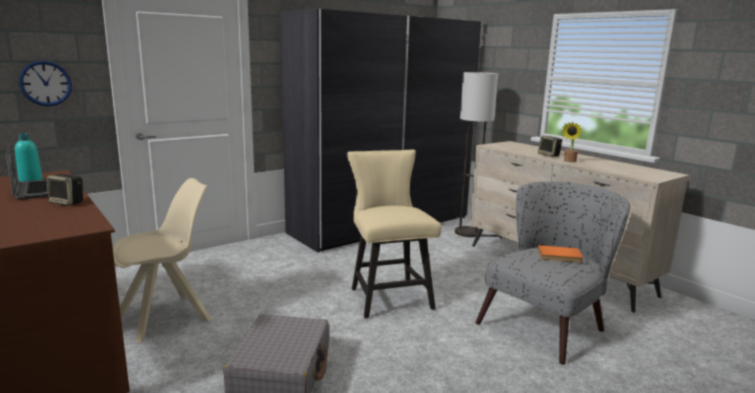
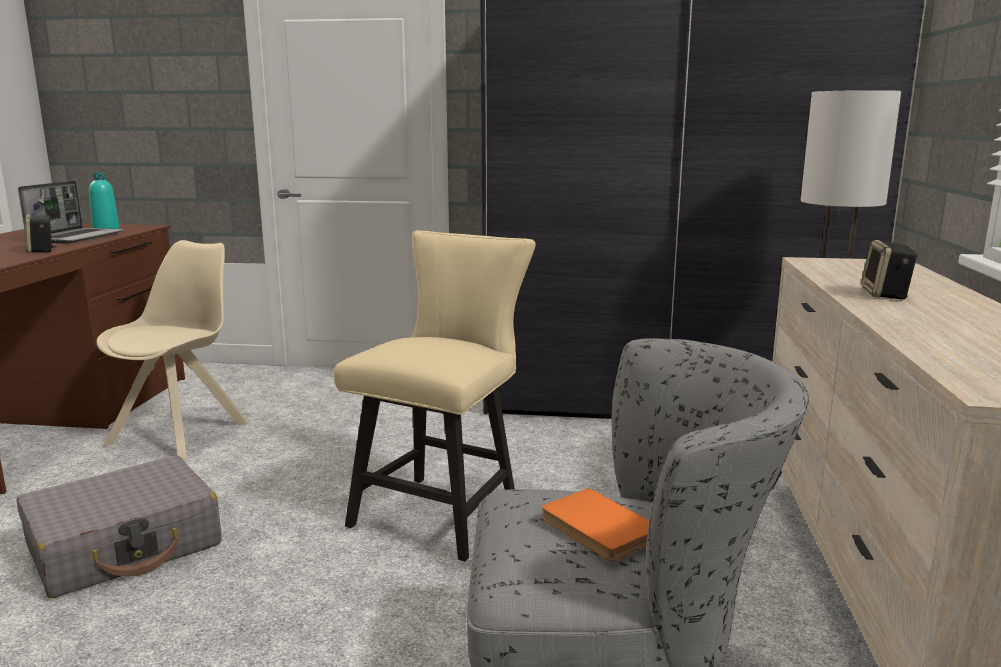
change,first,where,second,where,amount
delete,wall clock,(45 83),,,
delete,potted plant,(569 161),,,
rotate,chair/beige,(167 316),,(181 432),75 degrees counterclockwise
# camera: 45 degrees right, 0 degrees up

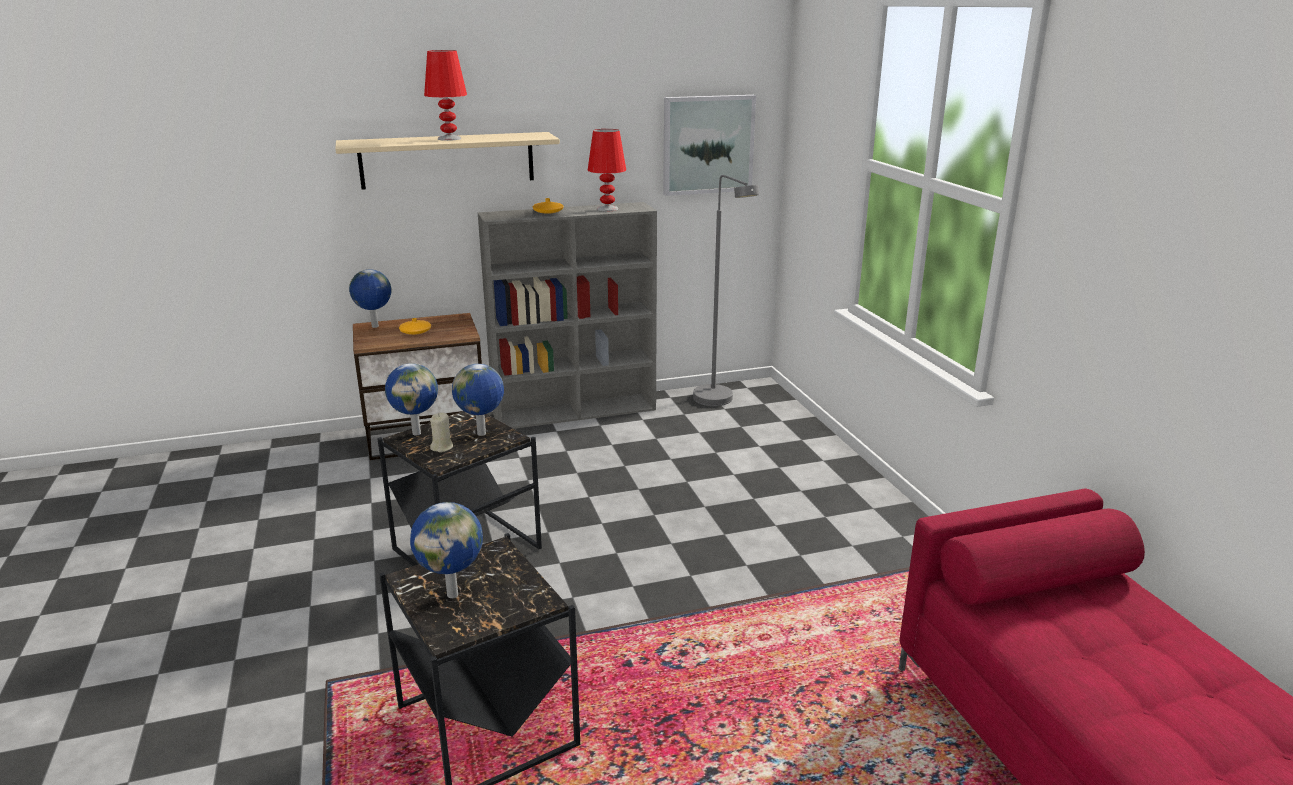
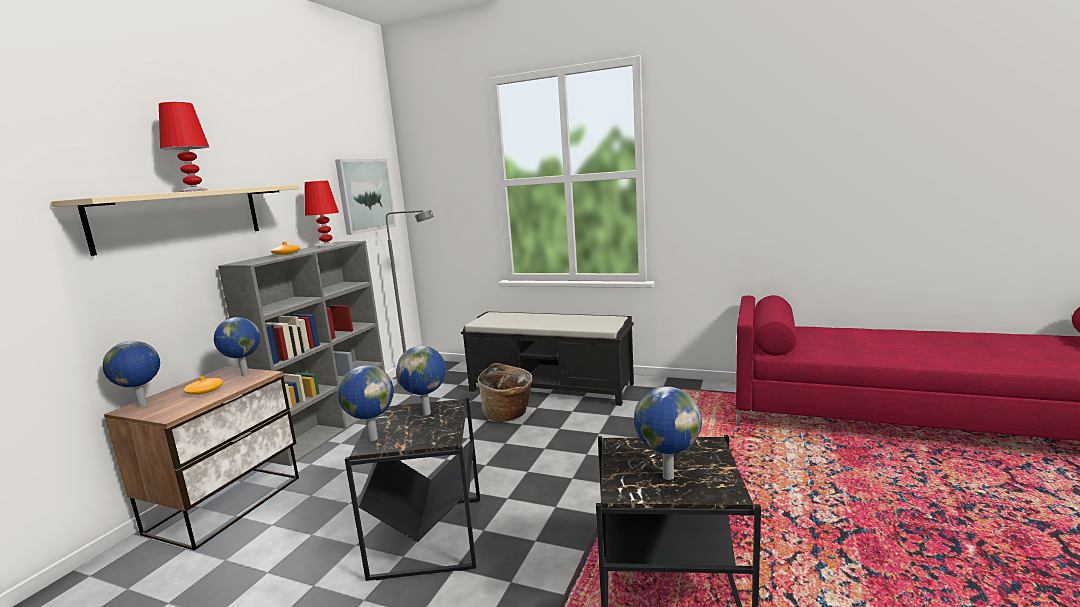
change,first,where,second,where,amount
delete,candle/beige,(442 447),,,
insert,,,globe,(244 375),
insert,,,bench/black,(552 387),
insert,,,basket,(508 415),
# camera: 50 degrees left, 10 degrees down

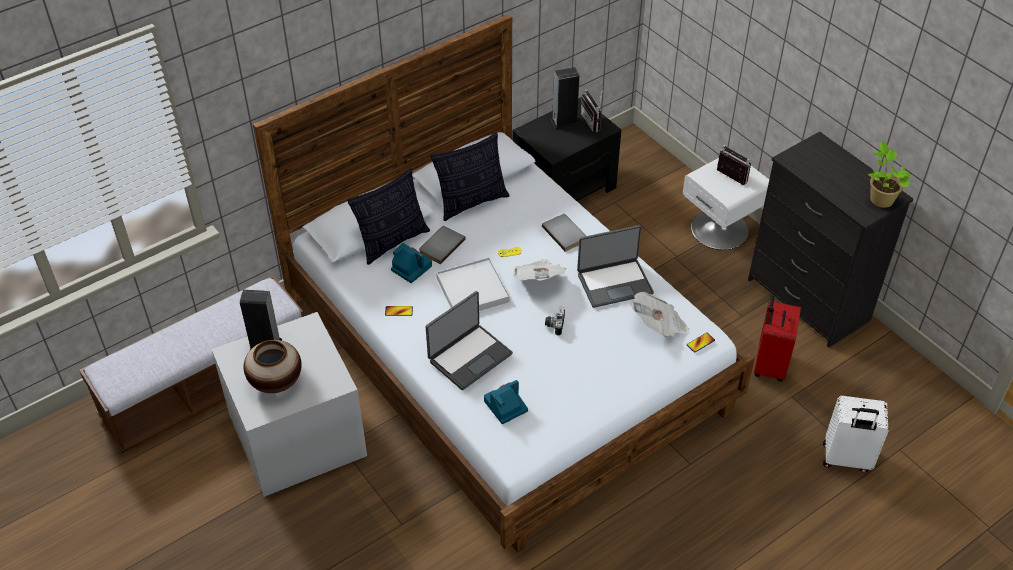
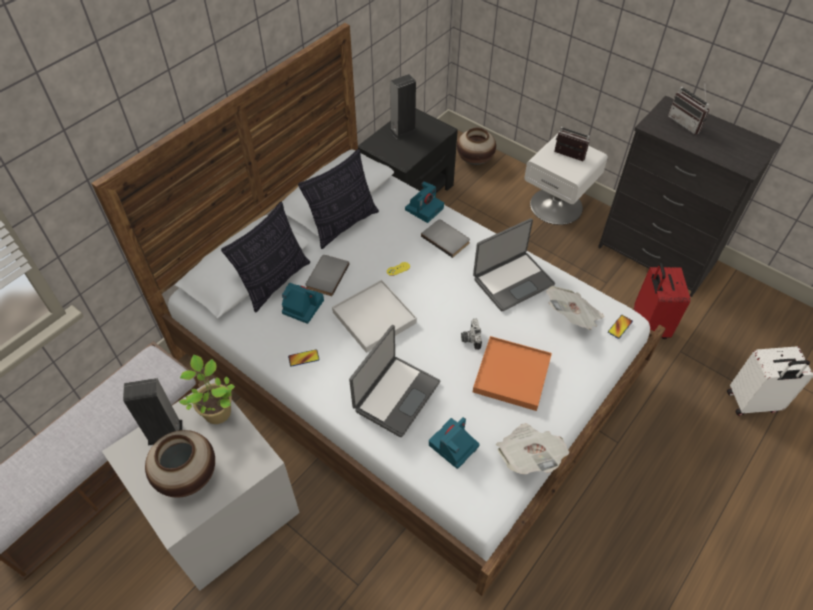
change,first,where,second,where,amount
insert,,,photo camera,(424 208),
insert,,,vase,(474 160),
insert,,,tray/orange,(511 375),
move,newspaper,(539 280),,(528 456),
move,radio,(594 122),,(687 123),
move,potted plant,(880 198),,(216 411),
# camera: 15 degrees left, 5 degrees up

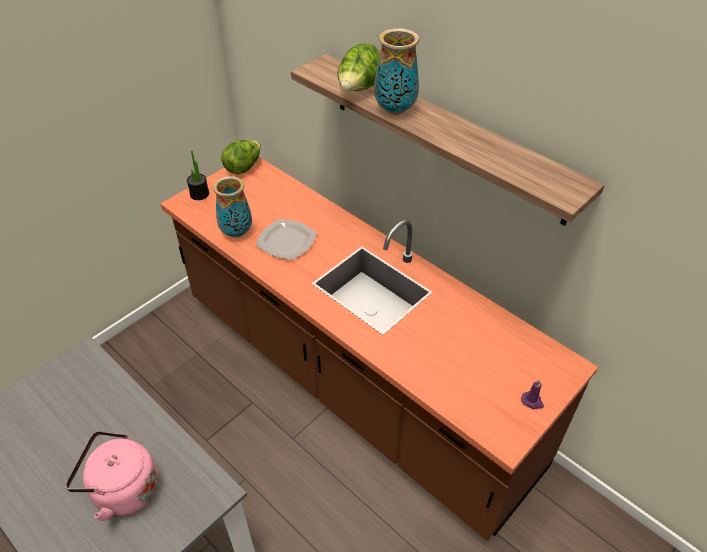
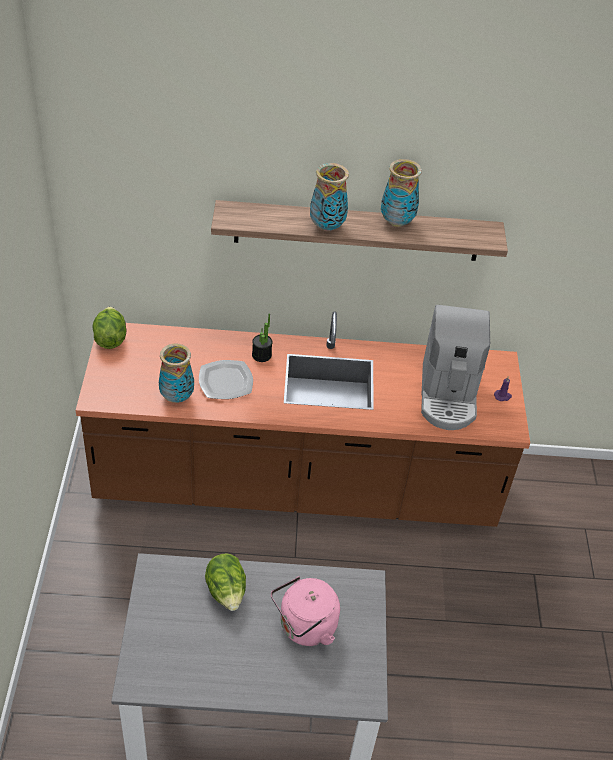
change,first,where,second,where,amount
insert,,,vase,(396 221),
insert,,,coffee machine,(448 395),
move,potted plant,(199 194),,(261 355),
move,lettuce,(359 89),,(226 592),
# camera: 45 degrees left, 0 degrees up

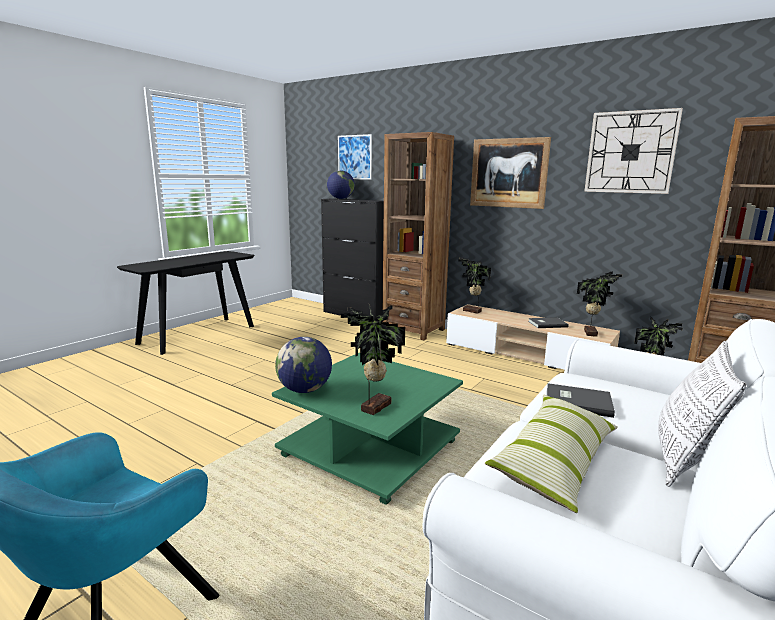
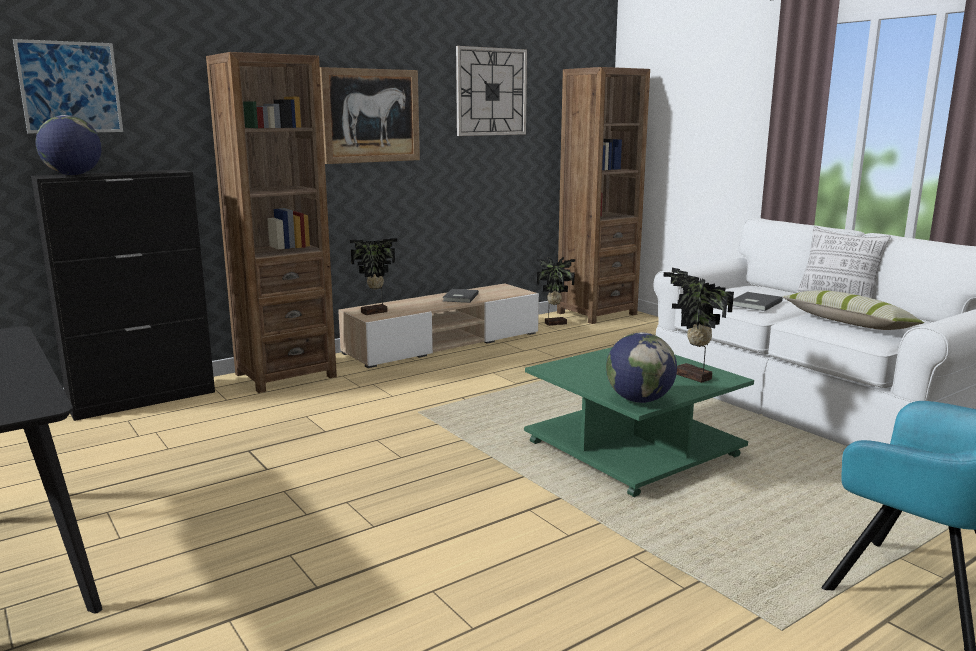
change,first,where,second,where,amount
delete,potted plant,(592 333),,,
# camera: 70 degrees left, 0 degrees up

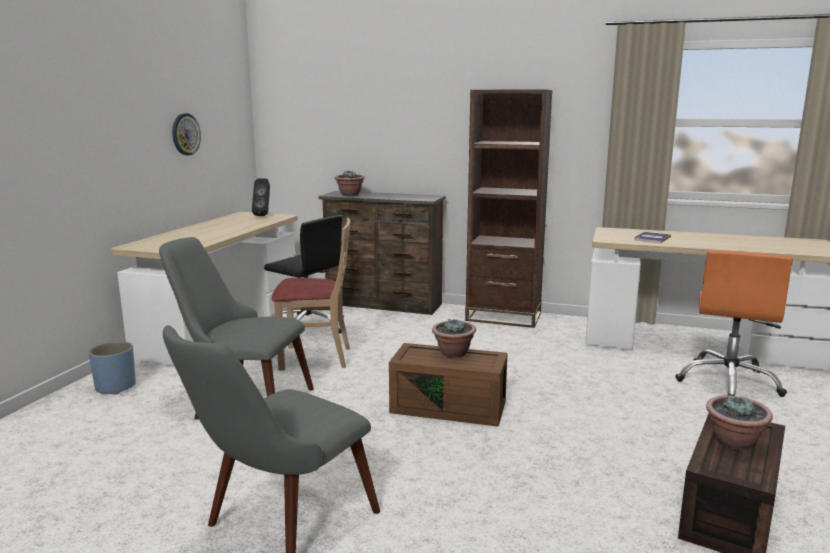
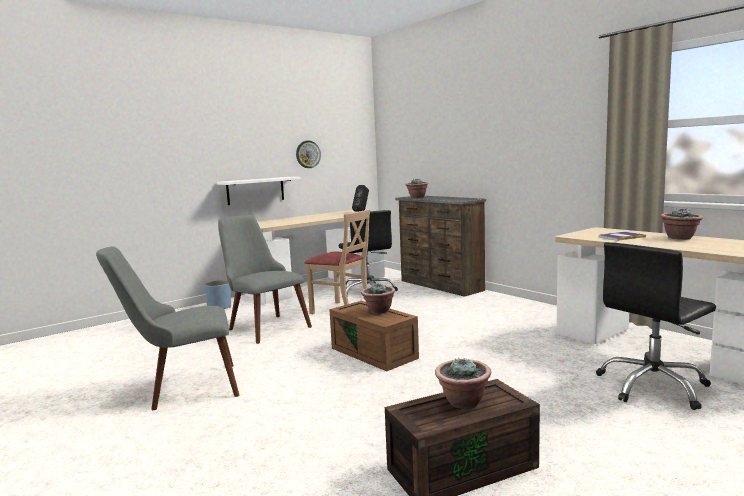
change,first,where,second,where,amount
delete,bookcase/brown,(503 317),,,
insert,,,shelf/white,(255 190),
insert,,,potted plant,(680 238),
recolor,office chair/orange,(729 382),office chair/black,(653 386),
# camera: 35 degrees right, 5 degrees down

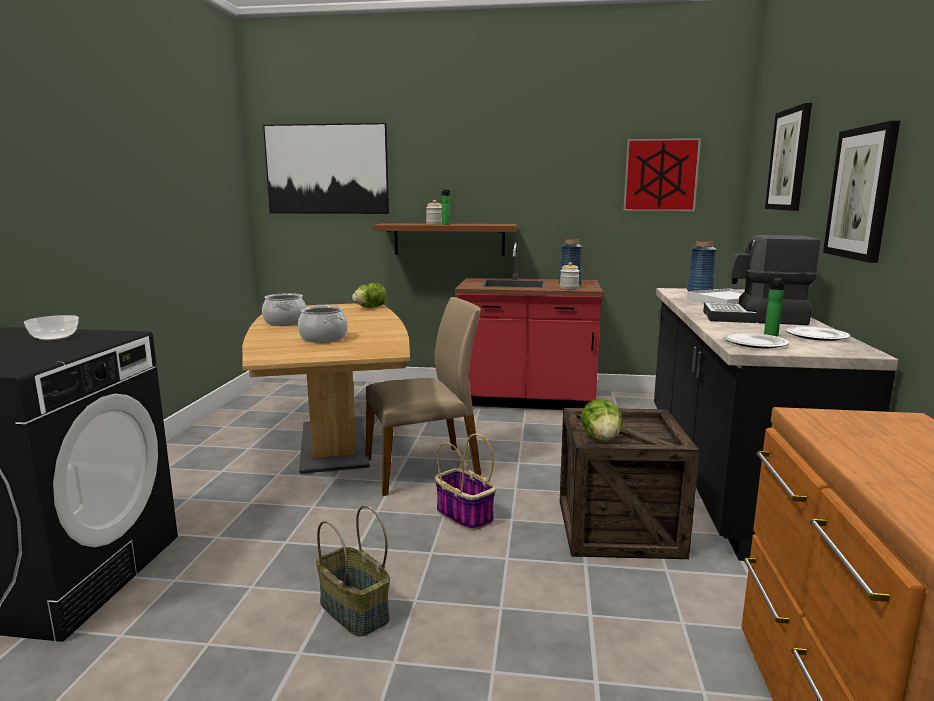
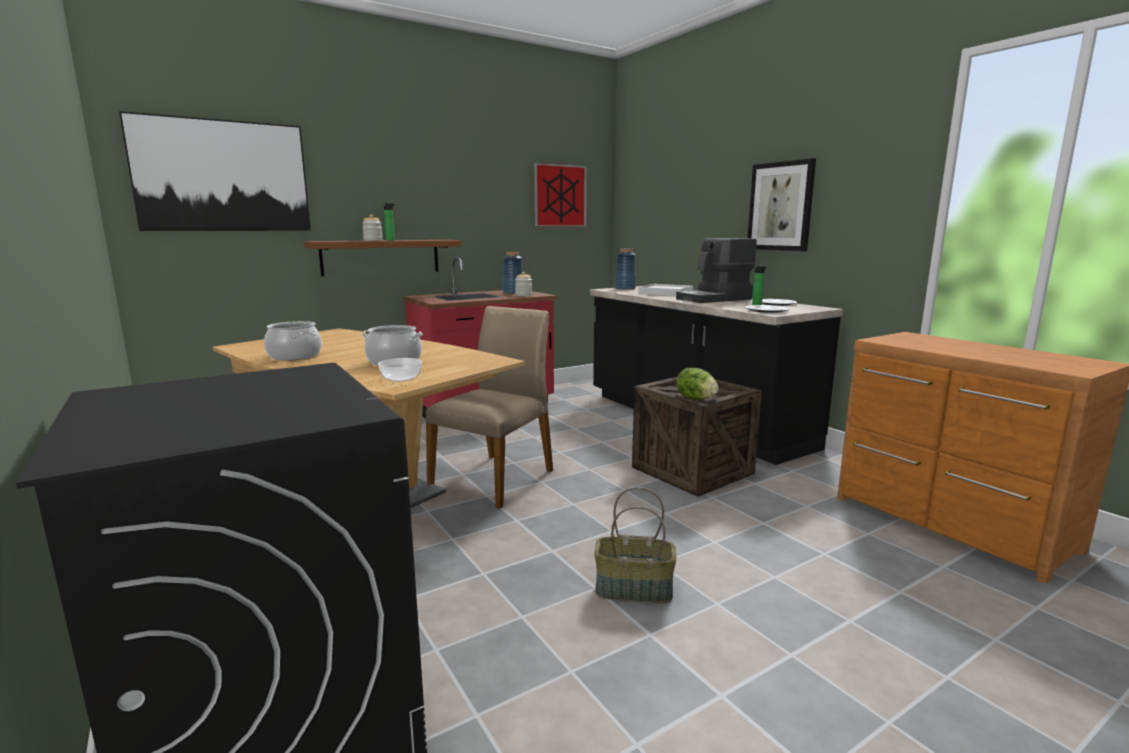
change,first,where,second,where,amount
delete,lettuce,(370 307),,,
delete,basket,(463 515),,,
delete,picture,(789 160),,,
move,bowl,(54 337),,(400 378),
# camera: 40 degrees left, 0 degrees up

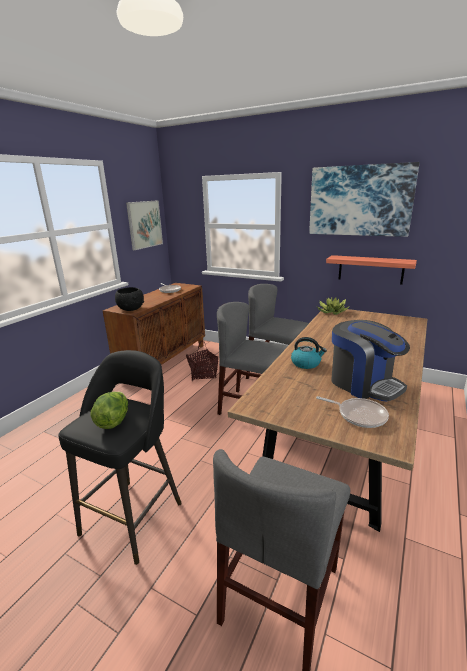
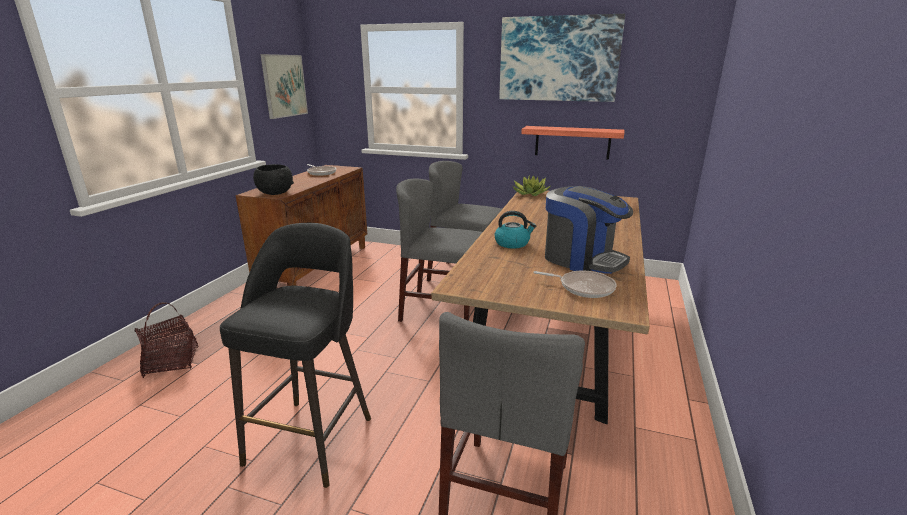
change,first,where,second,where,amount
delete,lettuce,(113 421),,,
move,basket,(203 374),,(172 361),
# camera: 10 degrees left, 0 degrees up

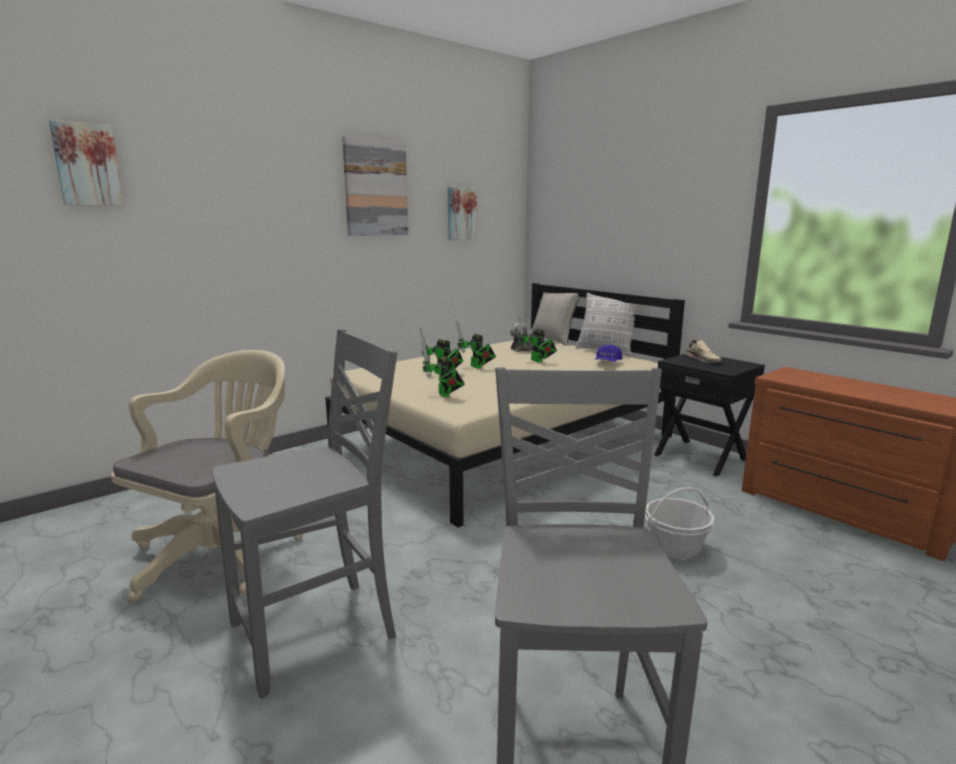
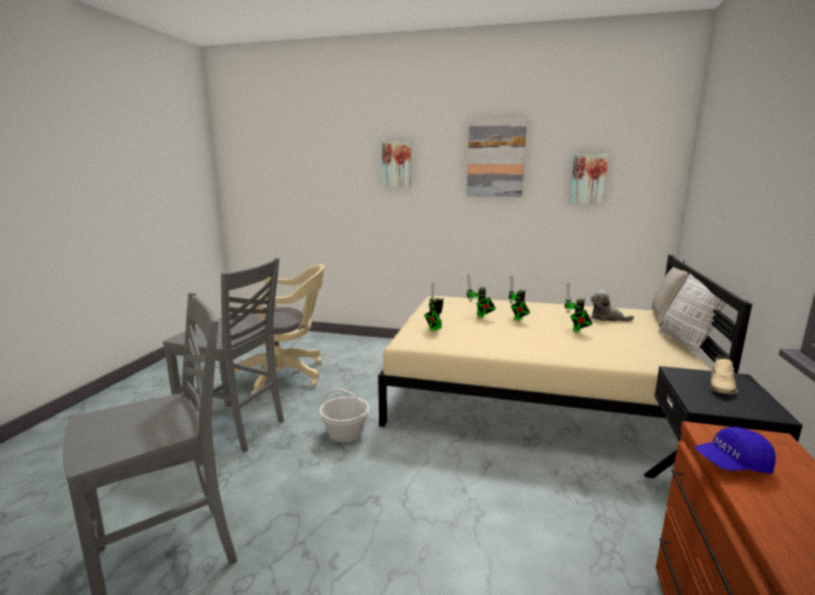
change,first,where,second,where,amount
move,picture,(87 165),,(397 164),
move,cap/blue,(607 362),,(732 464),
move,basket,(675 547),,(345 433),
# camera: 55 degrees right, 0 degrees up

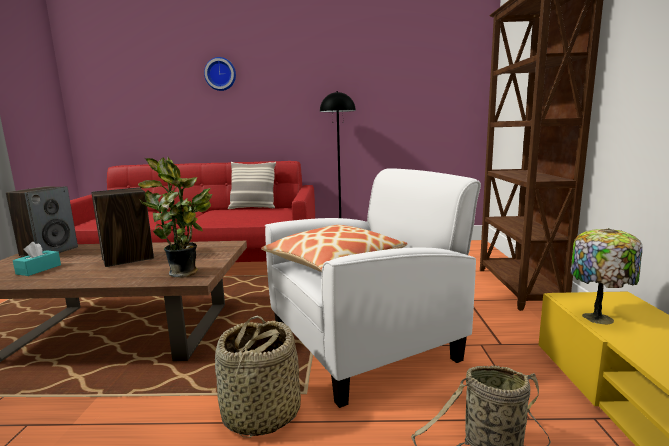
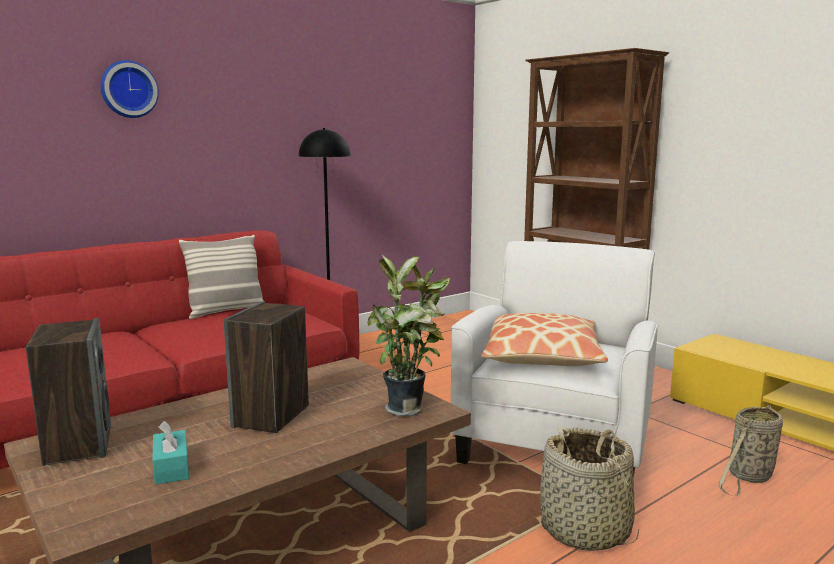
change,first,where,second,where,amount
delete,table lamp,(599 317),,,
# camera: 40 degrees left, 0 degrees up

